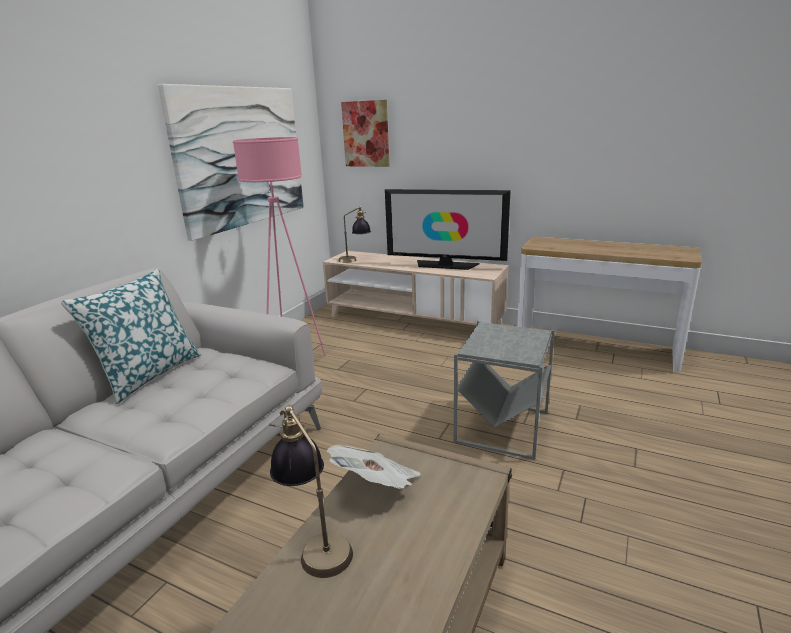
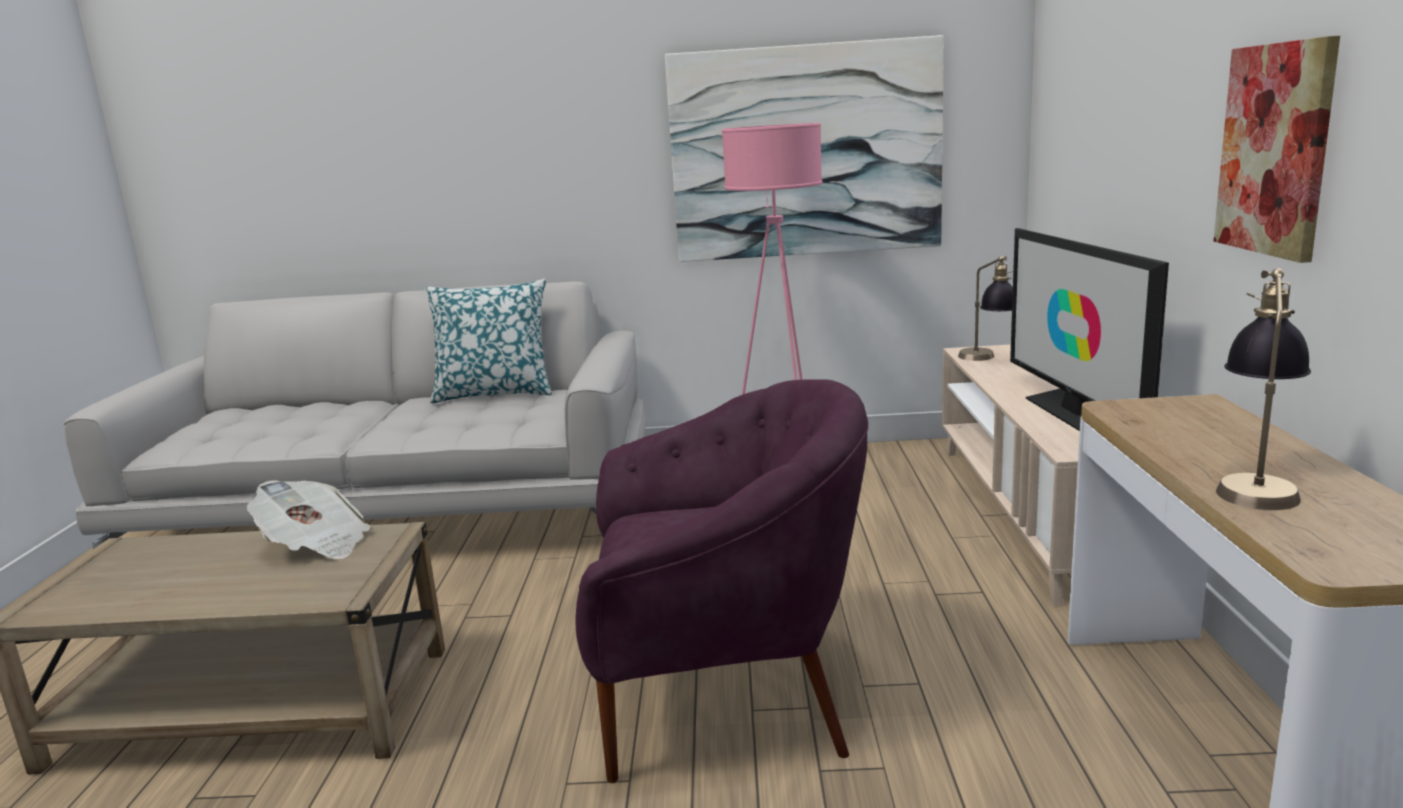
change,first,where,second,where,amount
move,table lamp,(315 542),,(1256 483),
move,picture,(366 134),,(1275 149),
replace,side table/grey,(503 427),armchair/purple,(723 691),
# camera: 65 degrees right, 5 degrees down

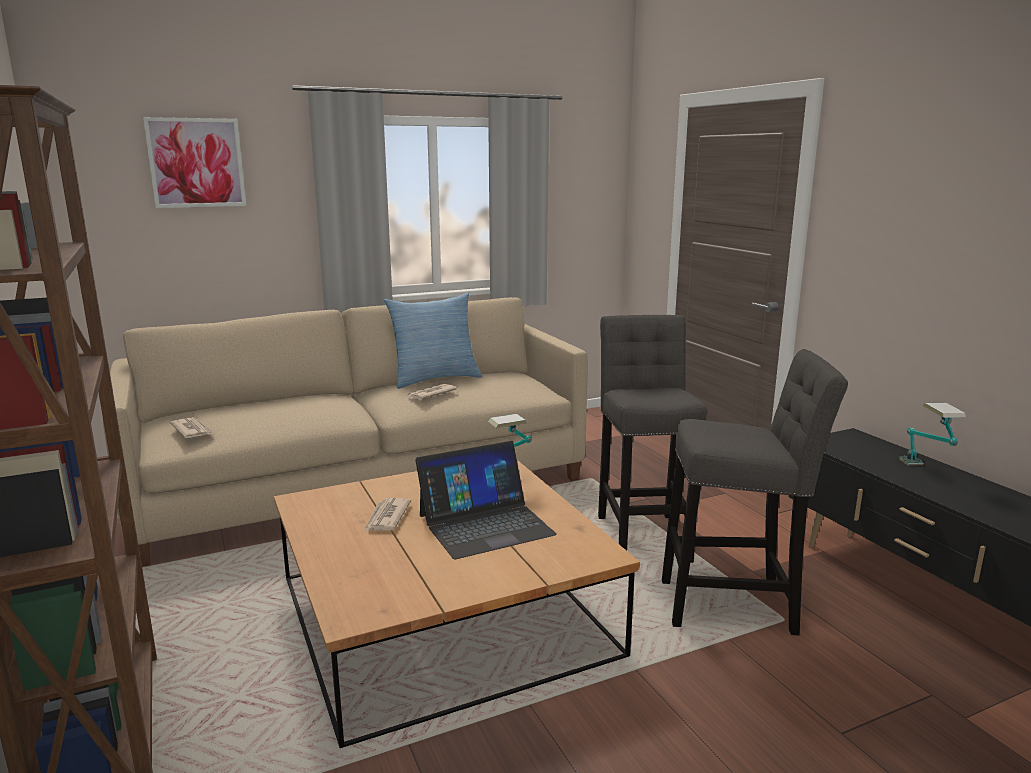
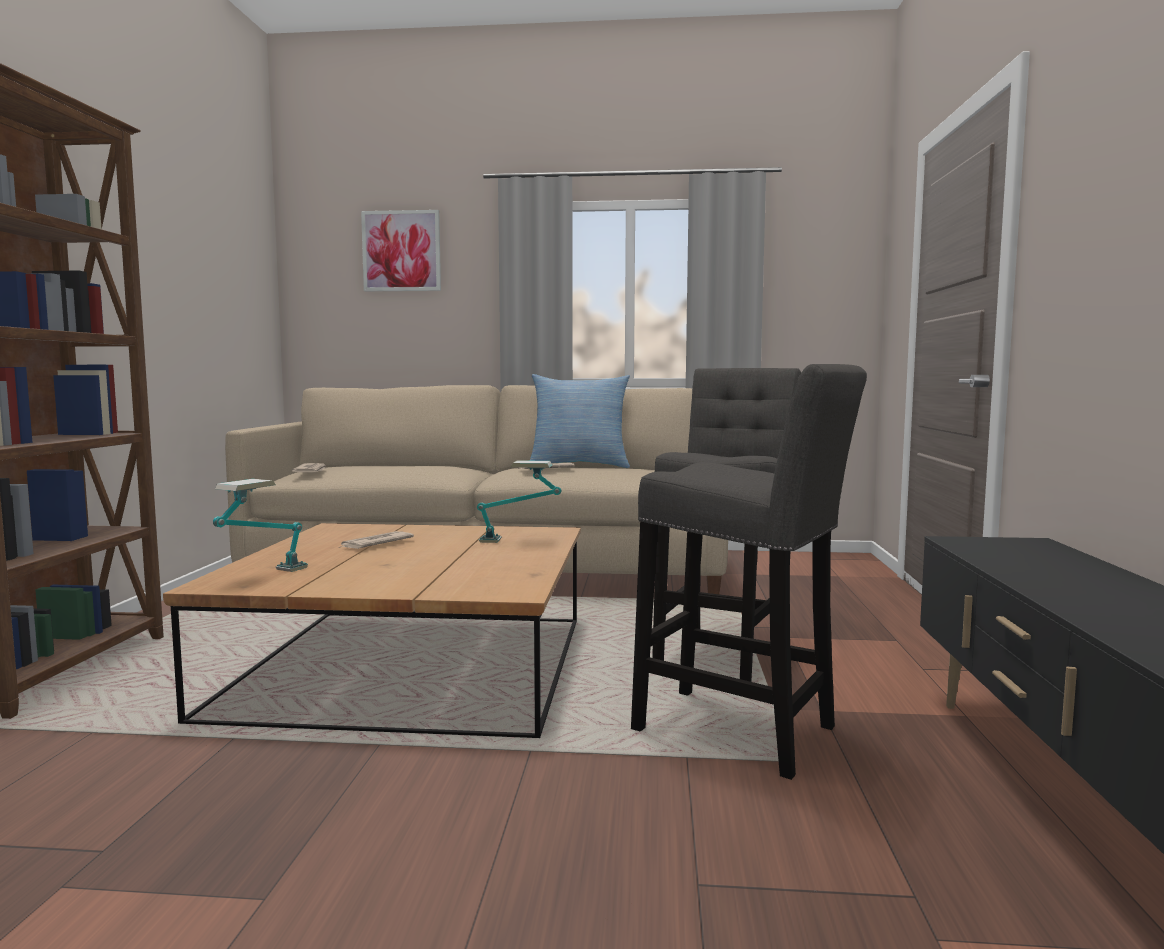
change,first,where,second,where,amount
delete,laptop,(485 524),,,
move,table lamp,(925 472),,(263 576),
# camera: 30 degrees right, 10 degrees down

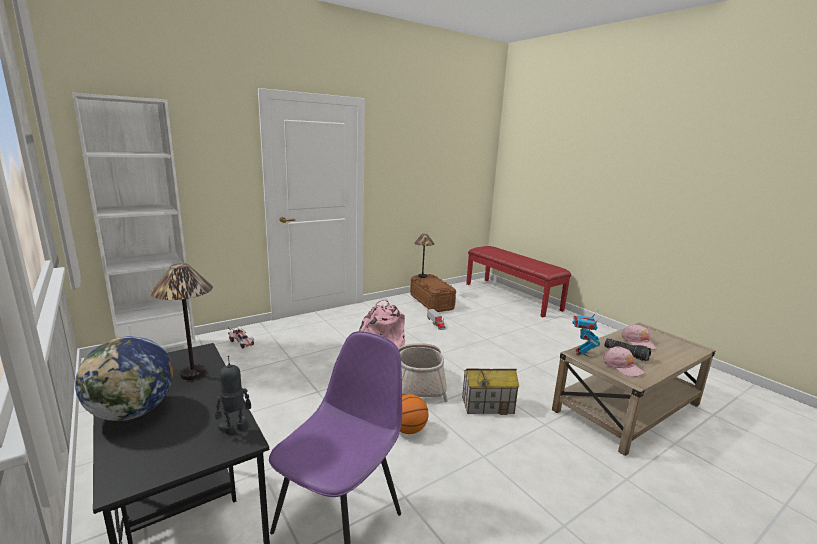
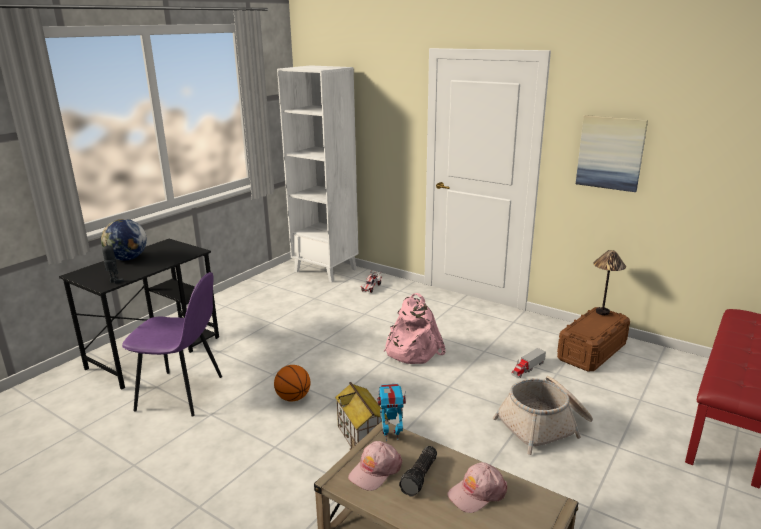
change,first,where,second,where,amount
delete,table lamp,(192 374),,,
insert,,,picture,(610 153),
move,basket,(418 382),,(545 425),
# camera: 70 degrees right, 5 degrees up

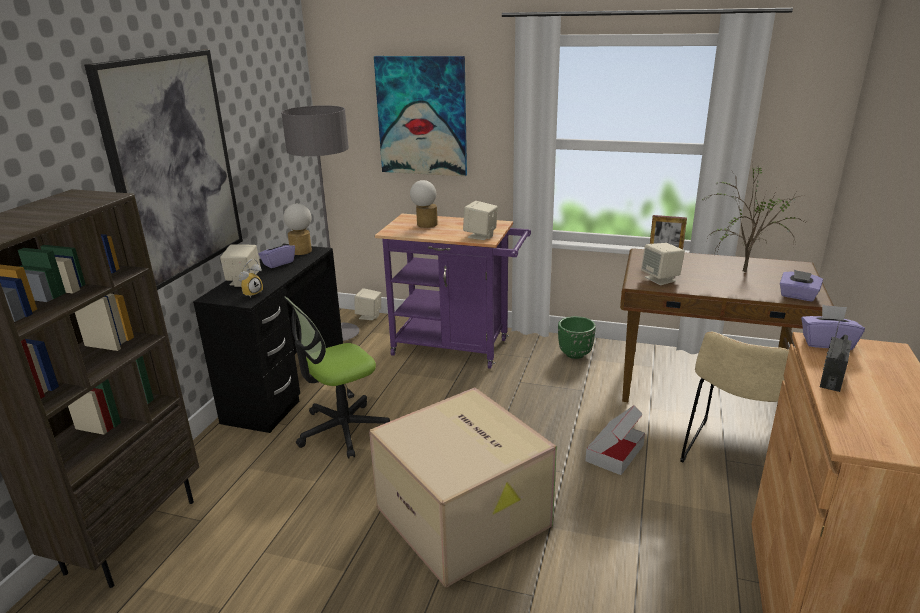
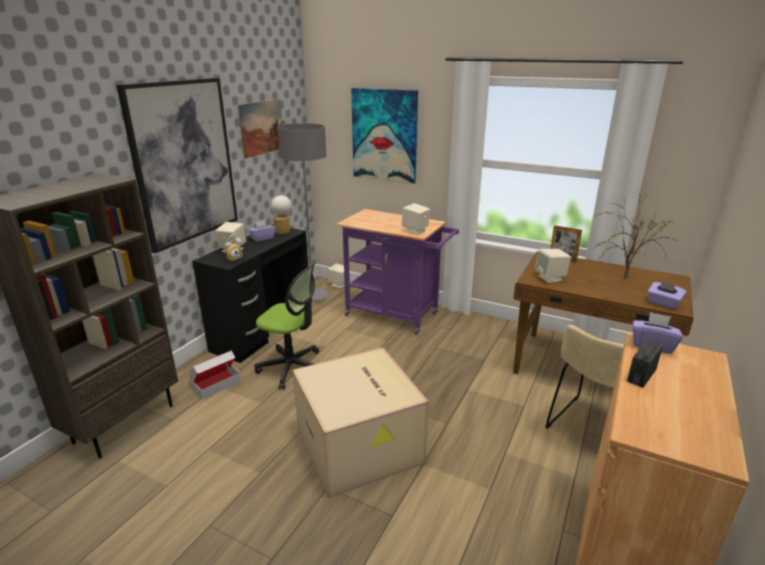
change,first,where,second,where,amount
delete,table lamp,(425 225),,,
delete,planter/green,(575 354),,,
insert,,,picture,(261 128),
move,cardboard box,(614 453),,(215 384),
rotate,office chair,(342 430),,(292 367),135 degrees counterclockwise
# camera: 10 degrees right, 0 degrees up

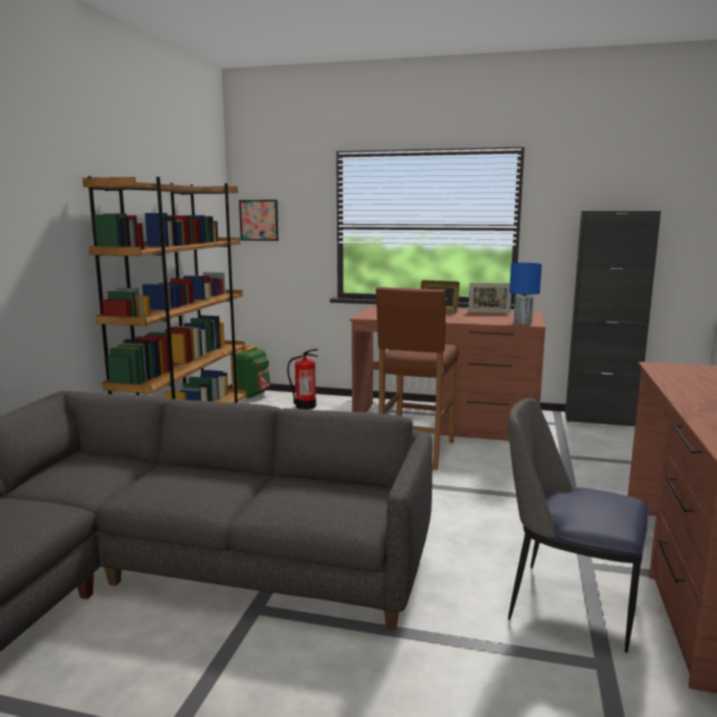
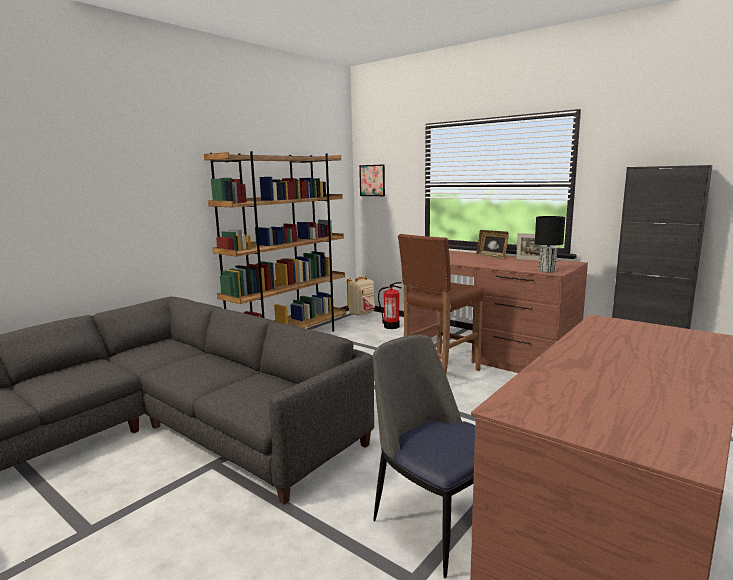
change,first,where,second,where,amount
recolor,backpack/green,(252 395),backpack/beige,(362 314),
recolor,table lamp/blue,(522 323),table lamp/black,(546 271),
# camera: 25 degrees right, 0 degrees up

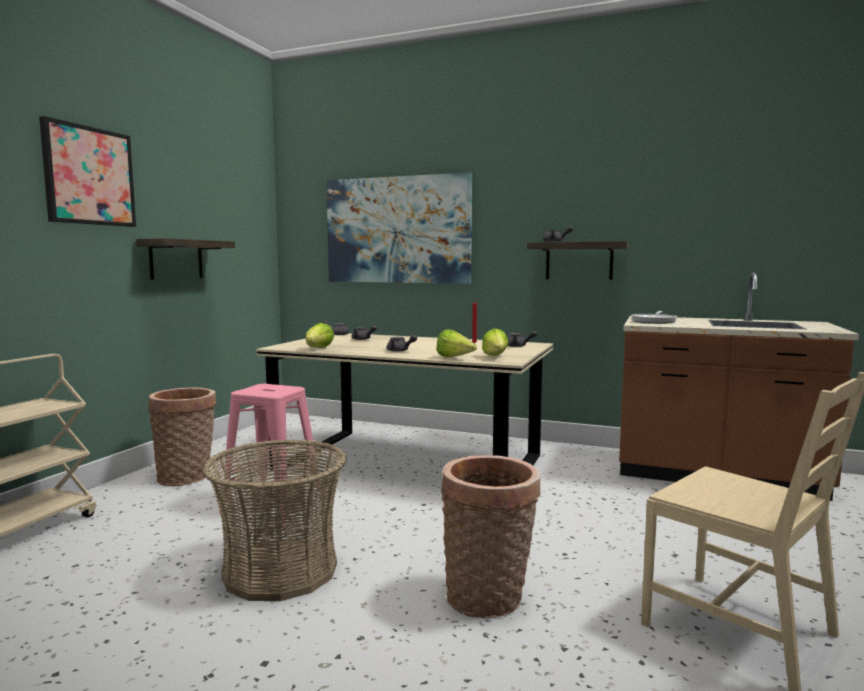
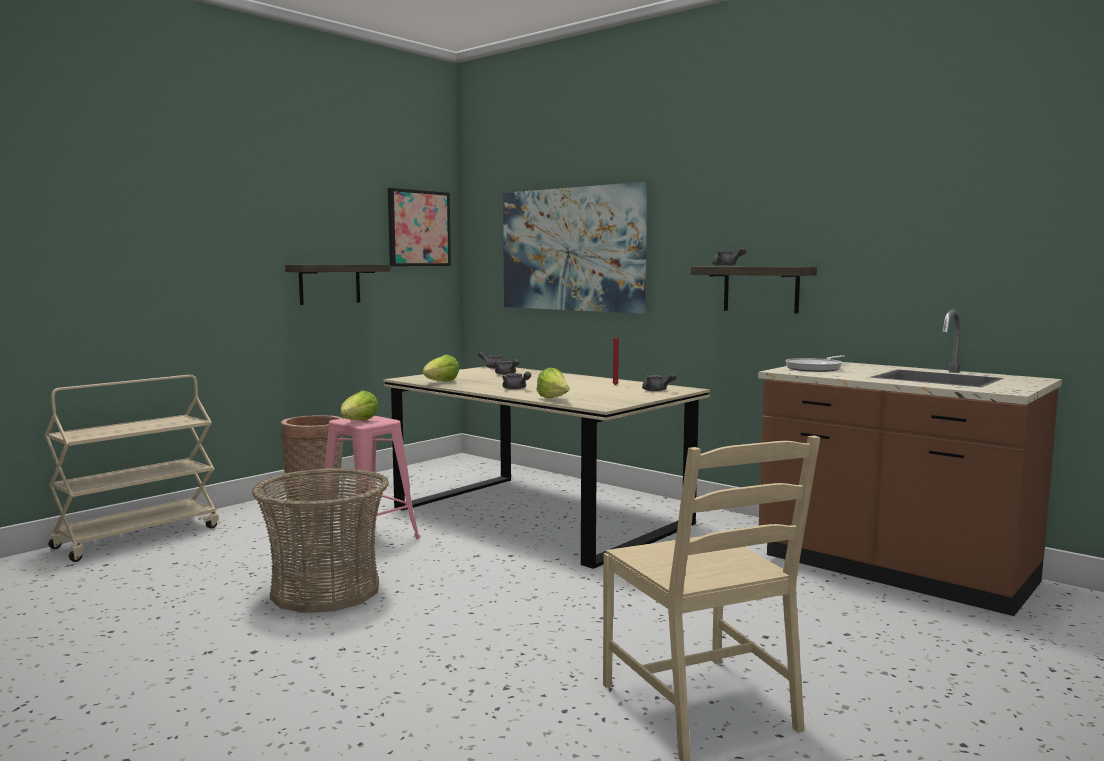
change,first,where,second,where,amount
delete,basket,(489 599),,,
move,picture,(89 176),,(418 228),
move,lettuce,(496 357),,(358 422),
# camera: 20 degrees right, 0 degrees up

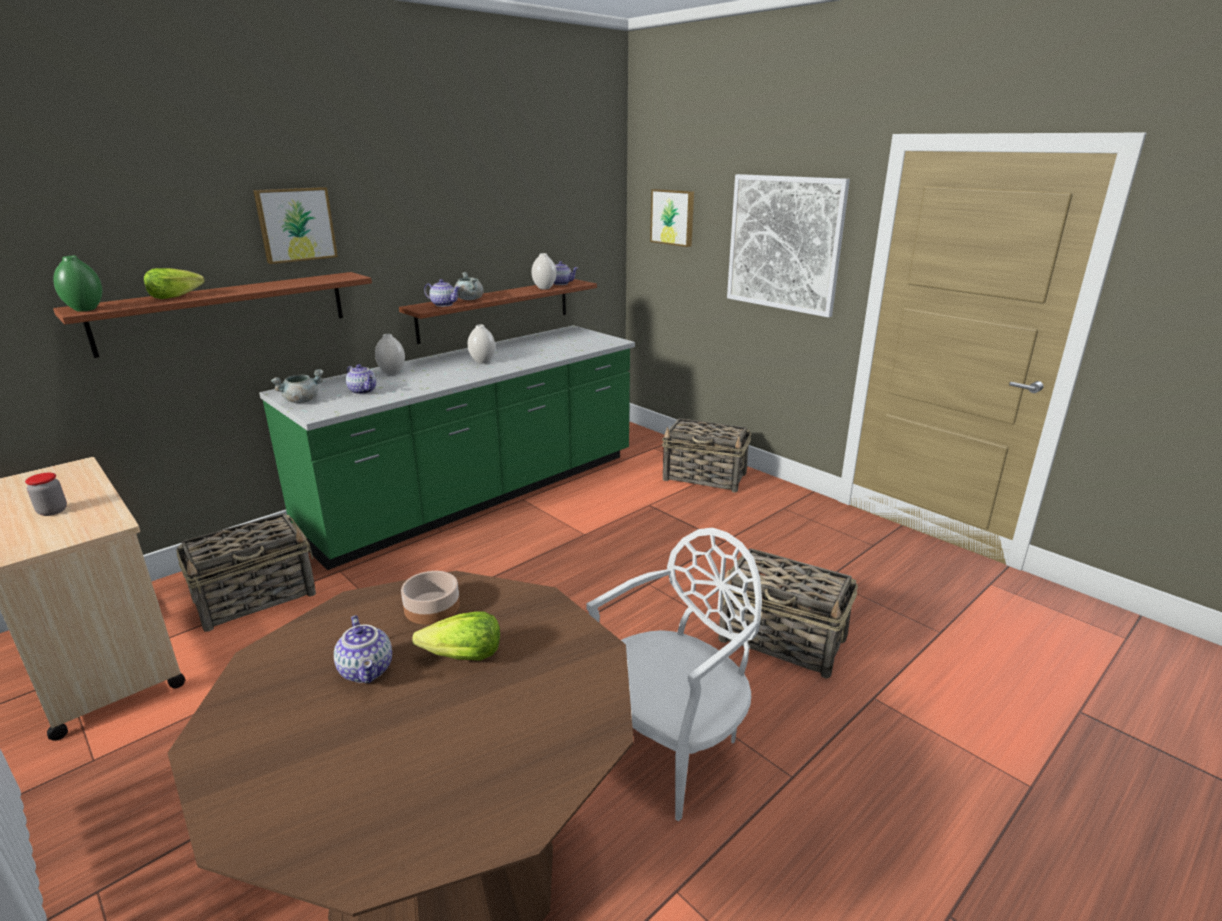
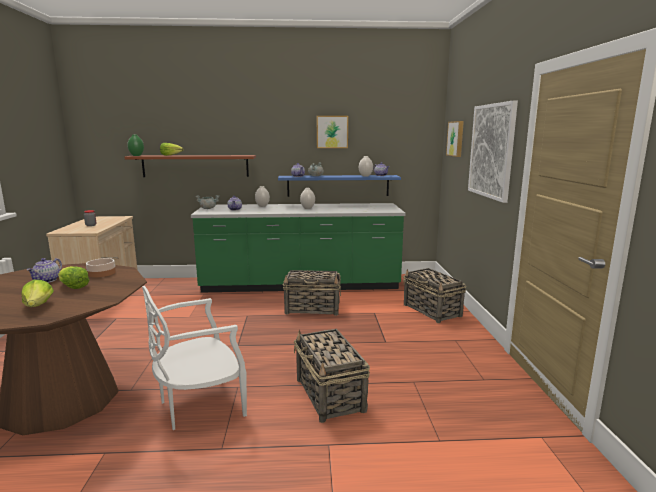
change,first,where,second,where,amount
insert,,,lettuce,(38 306),
move,basket,(257 597),,(313 308),
move,picture,(295 224),,(332 132),
recolor,shelf/brown,(495 310),shelf/blue,(338 185),
rotate,chair/white,(670 744),,(199 405),150 degrees clockwise
# camera: 40 degrees right, 10 degrees down

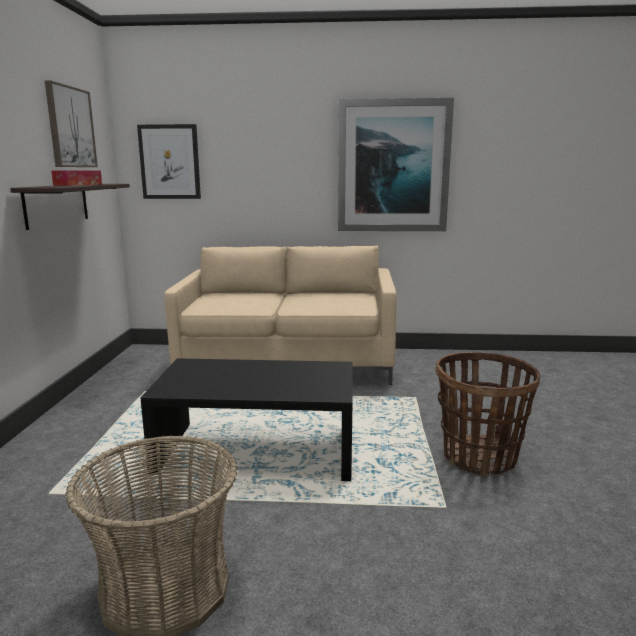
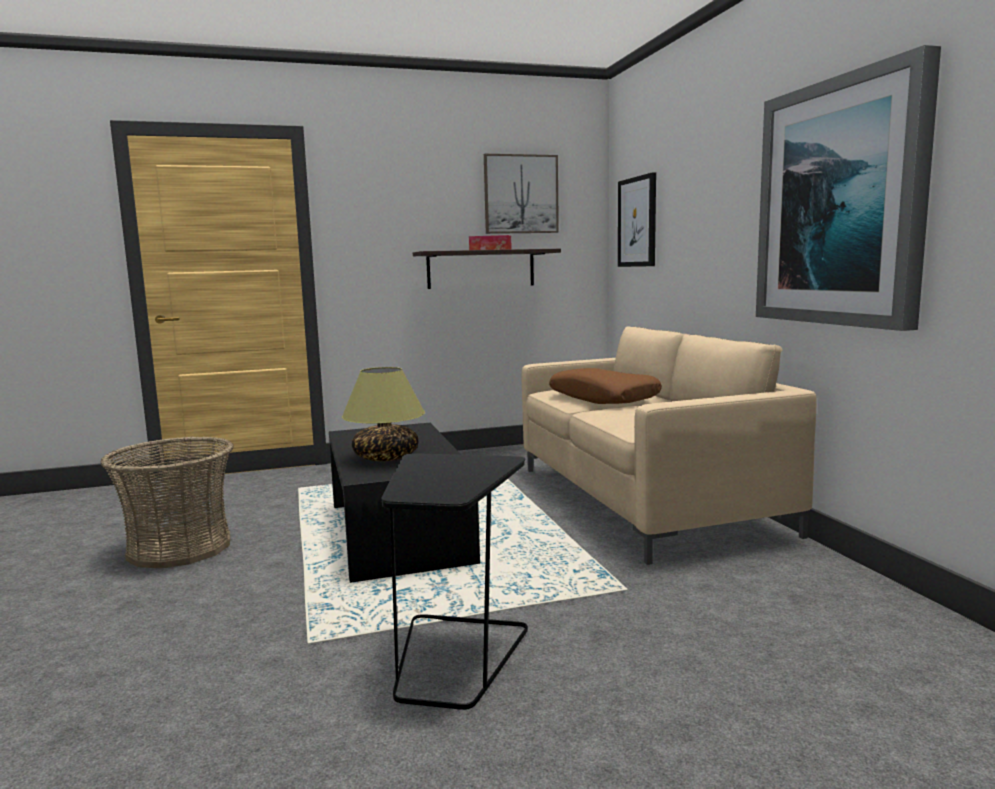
change,first,where,second,where,amount
insert,,,table lamp,(386 457),
insert,,,pillow/brown,(604 398),
replace,basket,(479 457),side table/black,(454 657),
# camera: 70 degrees right, 5 degrees down

